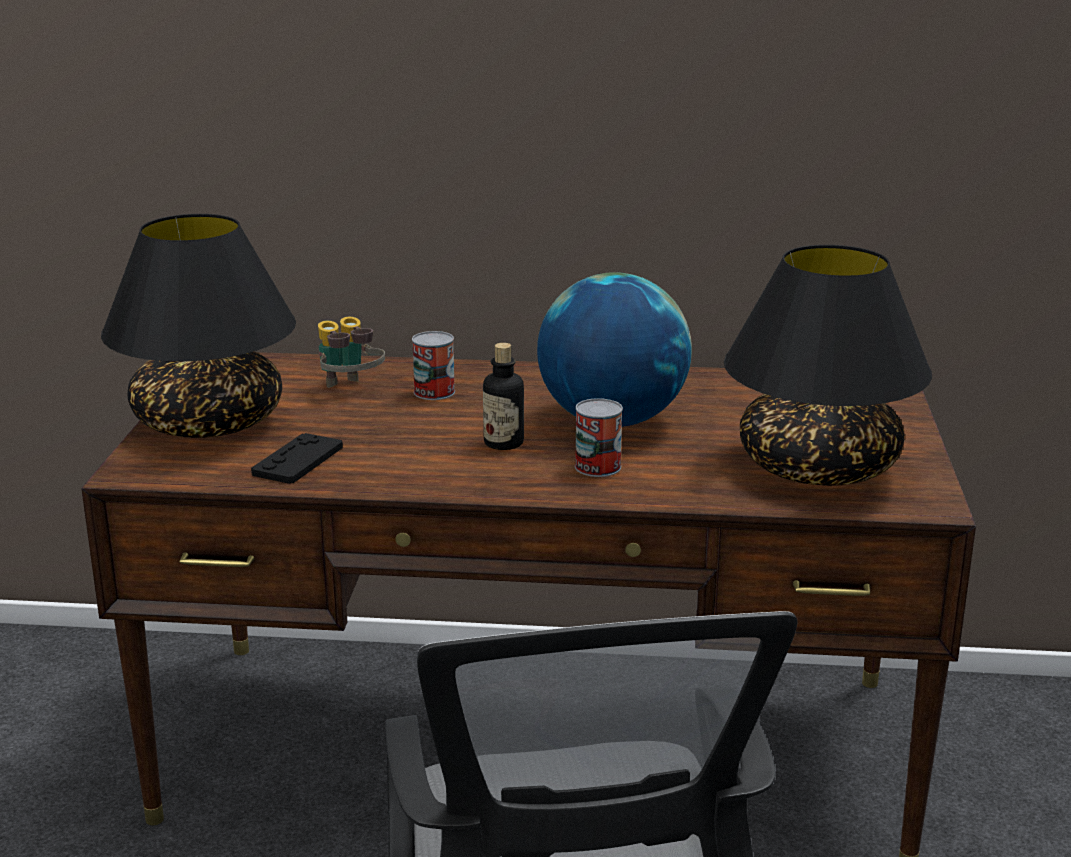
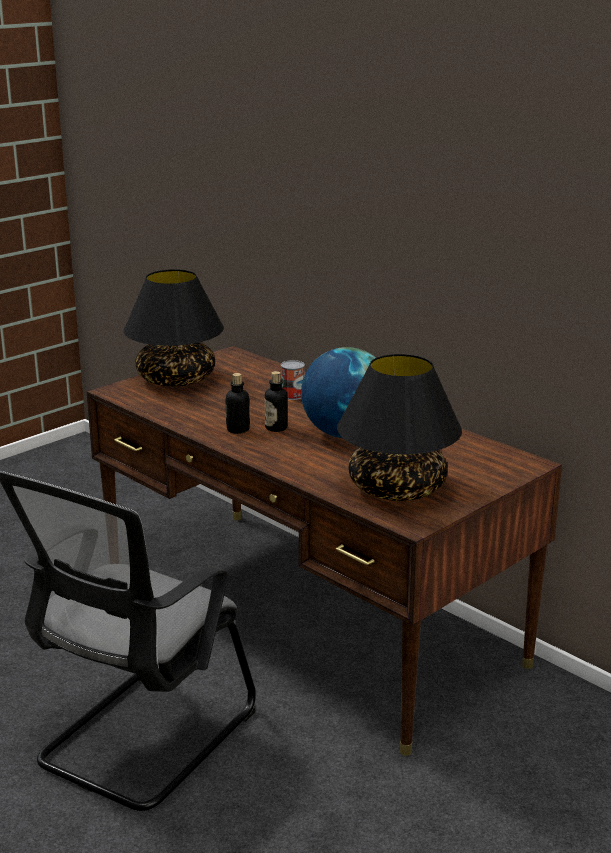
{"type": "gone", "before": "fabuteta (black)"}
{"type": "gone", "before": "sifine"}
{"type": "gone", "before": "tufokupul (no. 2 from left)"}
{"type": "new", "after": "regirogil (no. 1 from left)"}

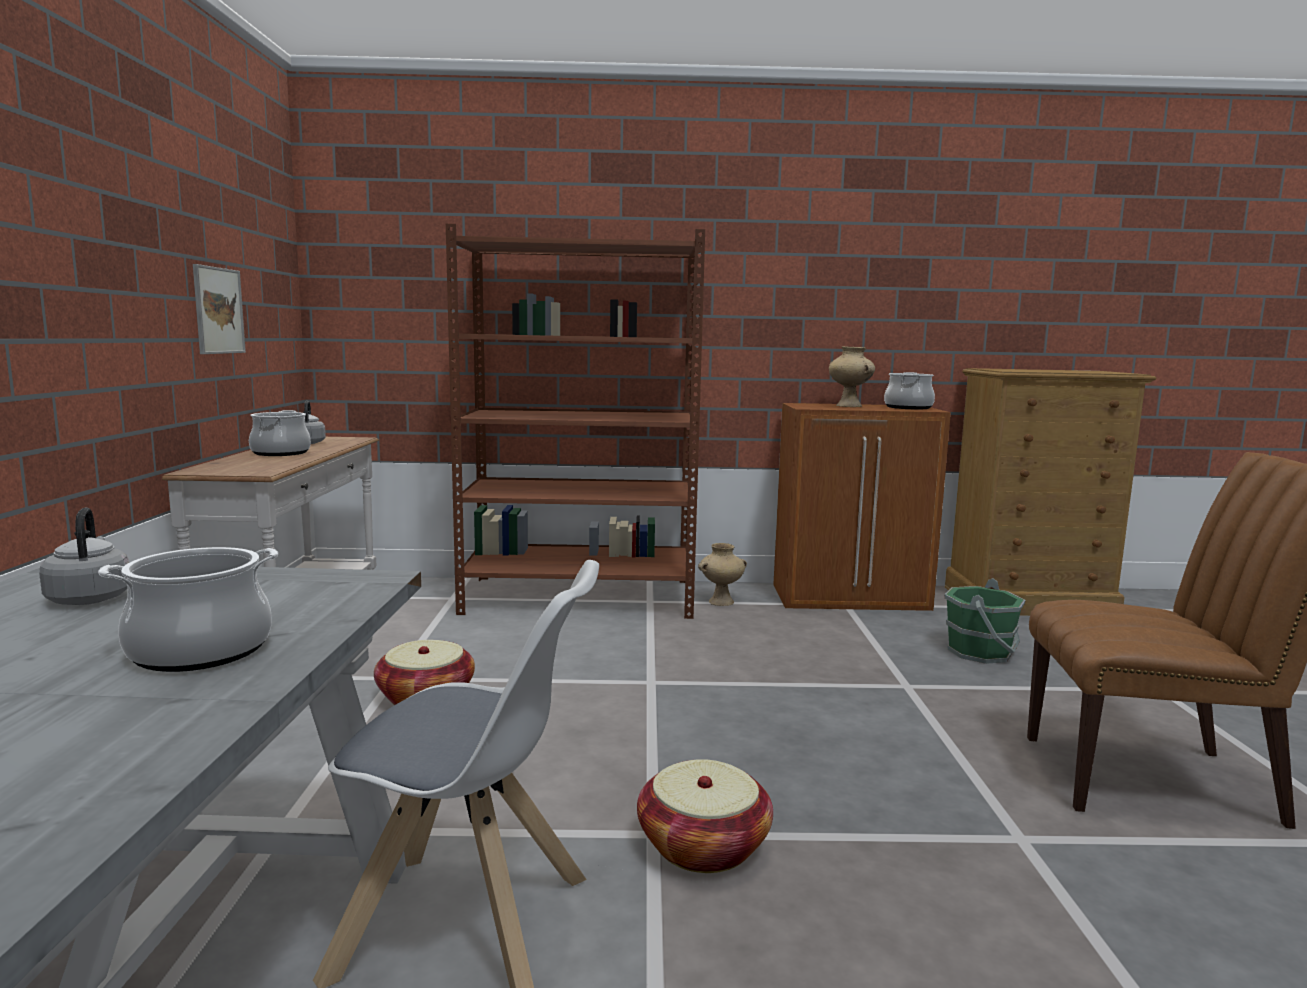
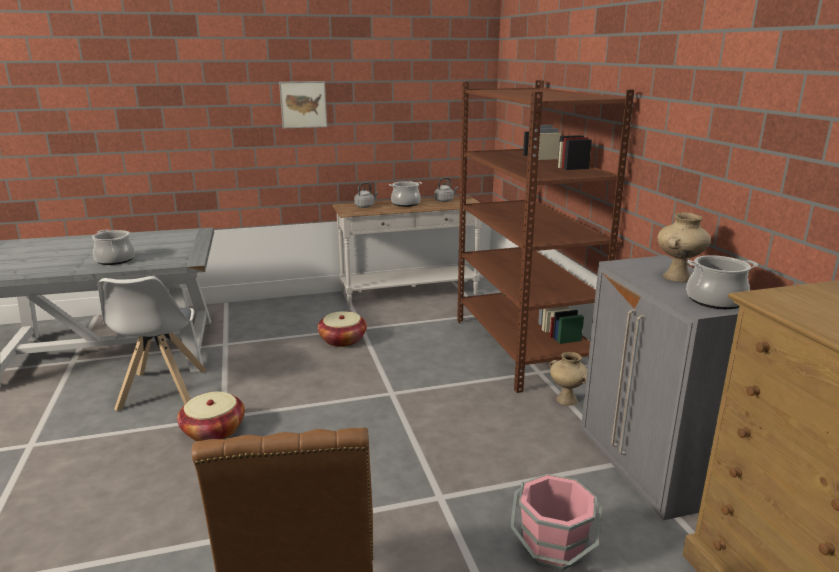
{"type": "shifted", "before": "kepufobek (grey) (no. 1 from left)"}
{"type": "shifted", "before": "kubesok"}
{"type": "repainted", "before": "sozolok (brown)", "after": "sozolok (grey)"}
{"type": "repainted", "before": "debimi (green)", "after": "debimi (pink)"}

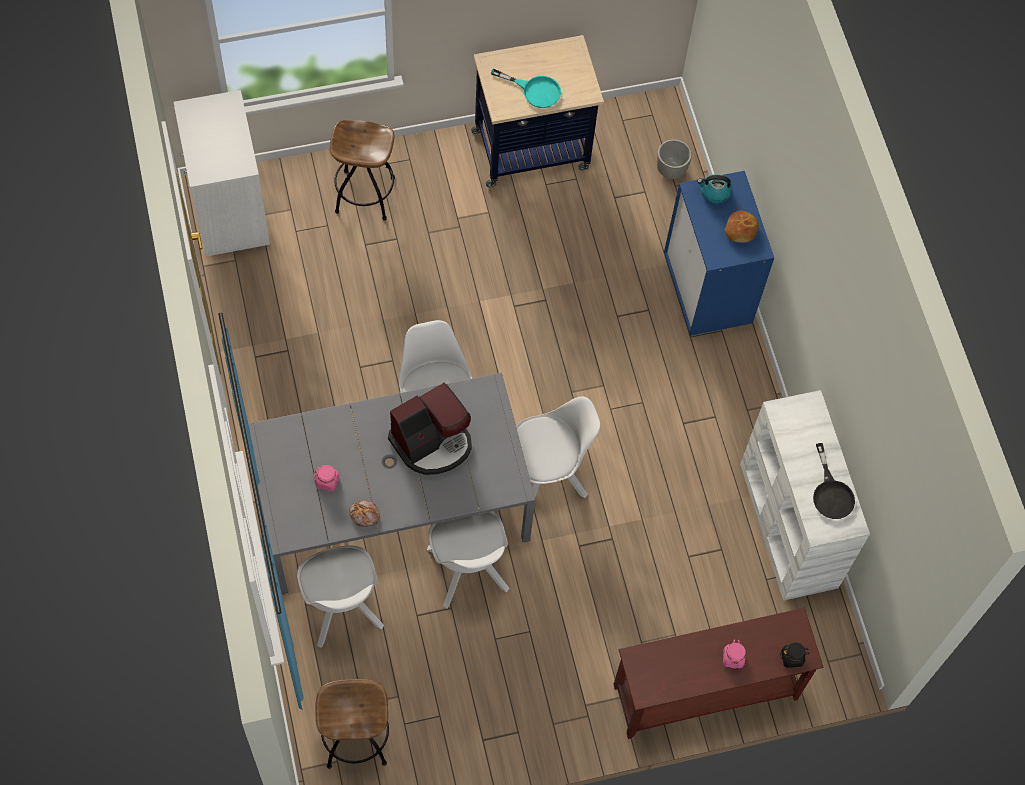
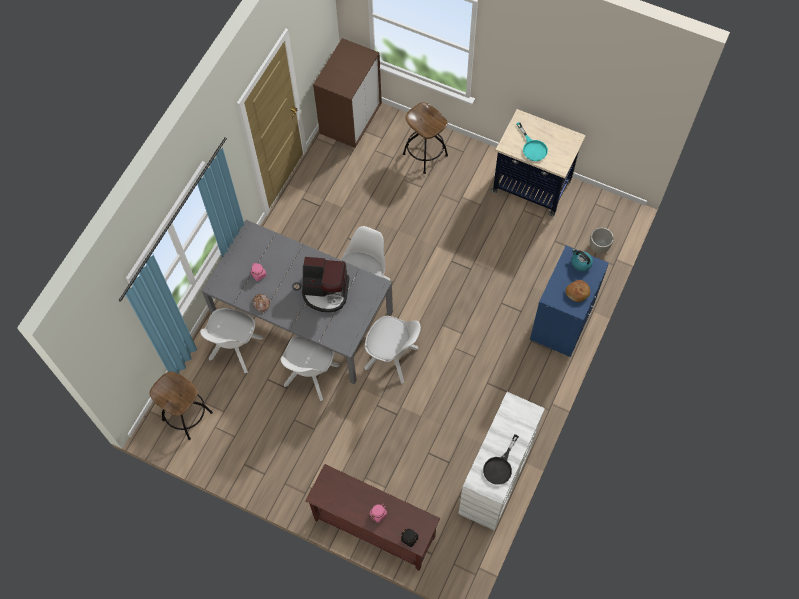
{"type": "repainted", "before": "sozolok (white)", "after": "sozolok (brown)"}

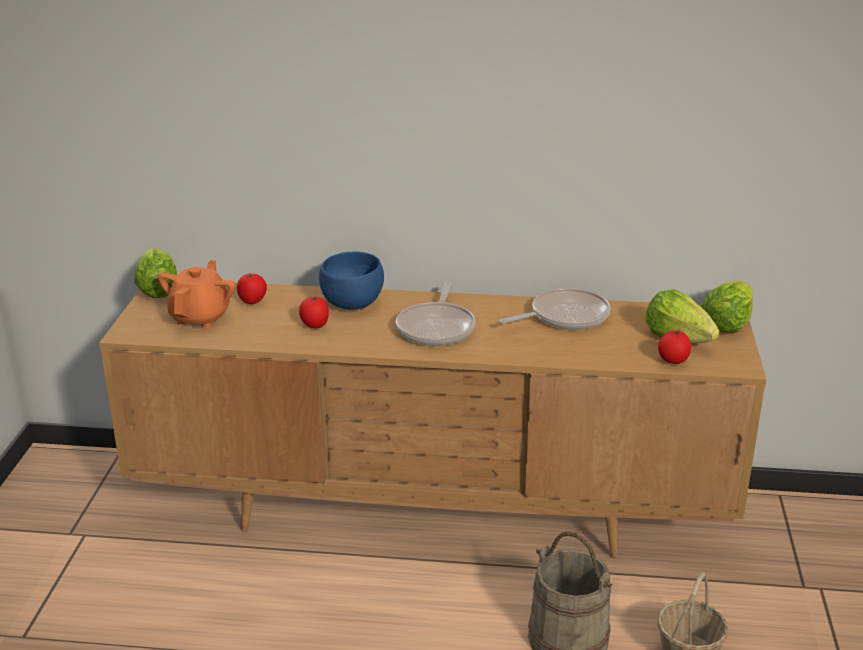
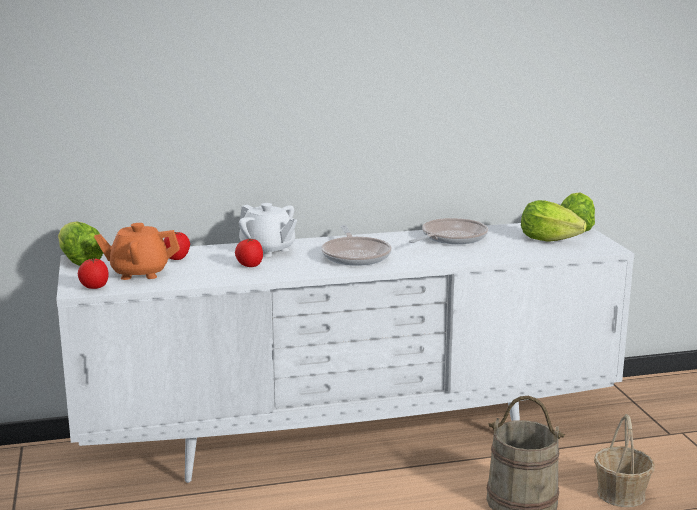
{"type": "shifted", "before": "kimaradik (no. 3 from left in the first image)", "after": "kimaradik (no. 1 from left)"}
{"type": "swapped", "before": "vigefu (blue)", "after": "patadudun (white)"}
{"type": "repainted", "before": "sozolok (brown)", "after": "sozolok (white)"}
{"type": "rotated", "before": "patadudun (orange)", "turn": -90}

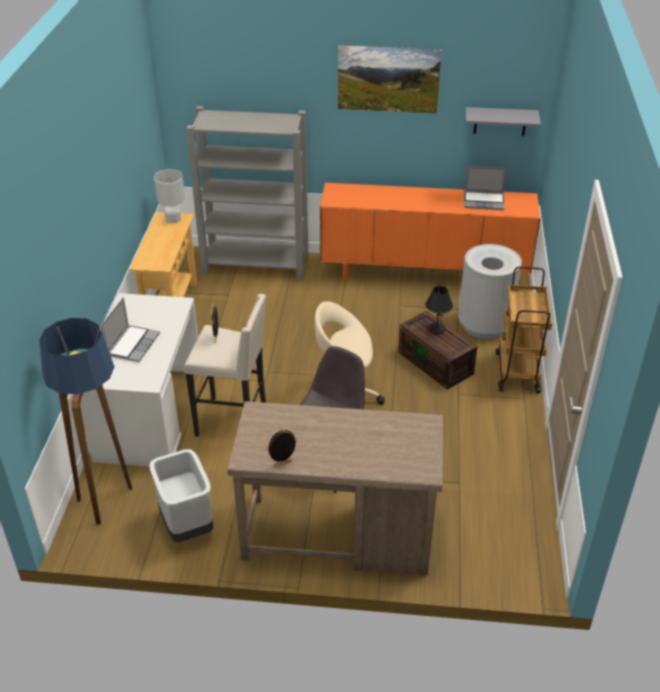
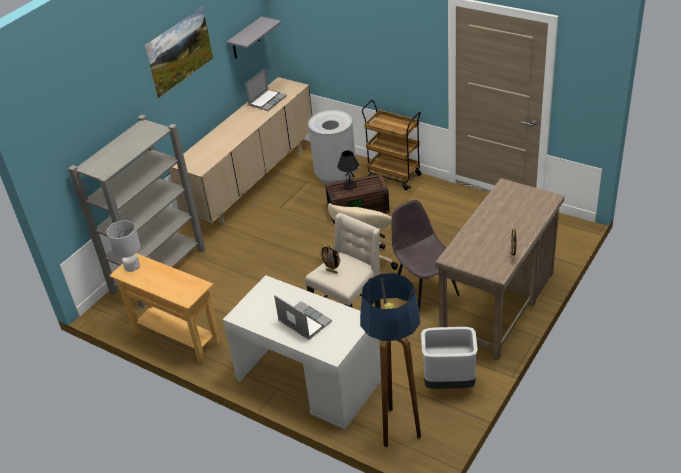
{"type": "repainted", "before": "sozolok (orange)", "after": "sozolok (beige)"}

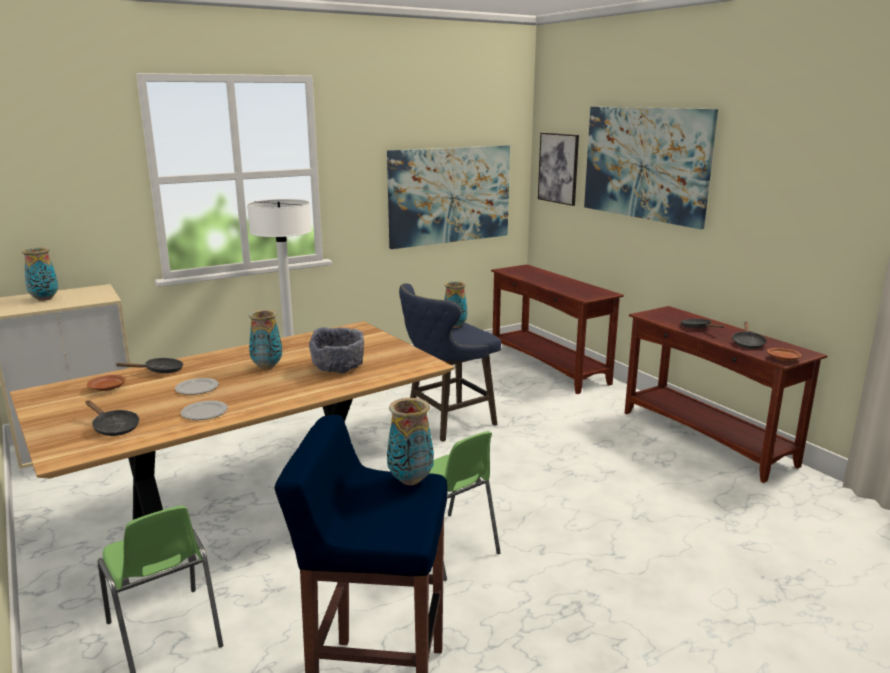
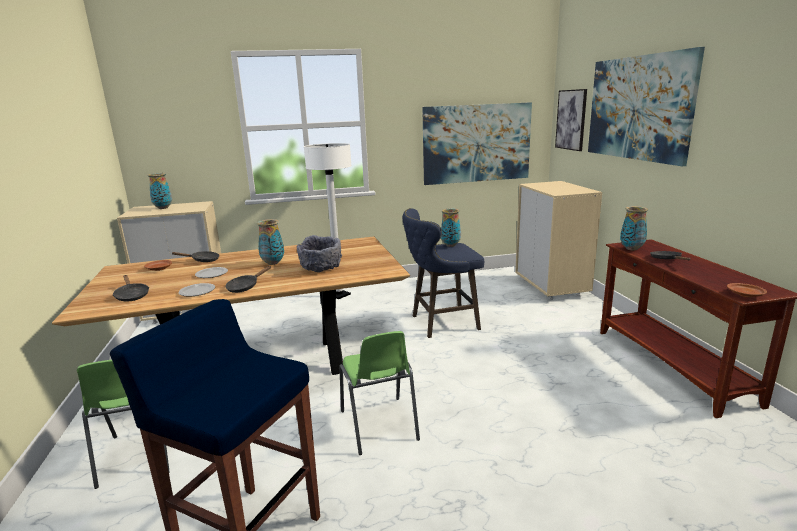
{"type": "shifted", "before": "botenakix (no. 3 from left in the first image)", "after": "botenakix (no. 4 from left)"}
{"type": "shifted", "before": "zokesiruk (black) (no. 4 from left in the first image)", "after": "zokesiruk (black) (no. 3 from left)"}
{"type": "swapped", "before": "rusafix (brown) (no. 1 from left)", "after": "sozolok (beige) (no. 2 from left)"}

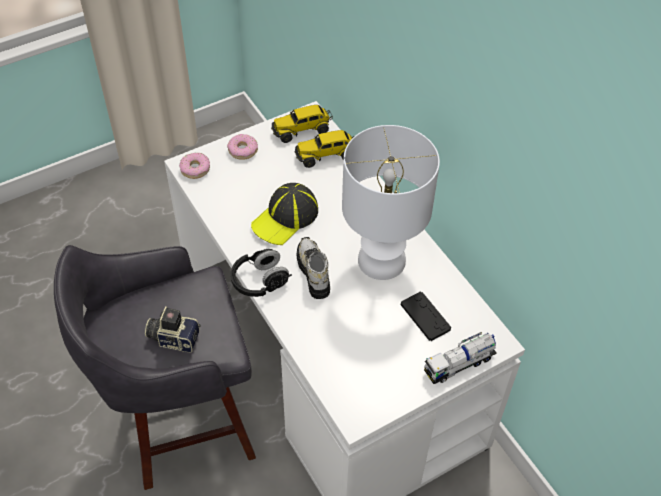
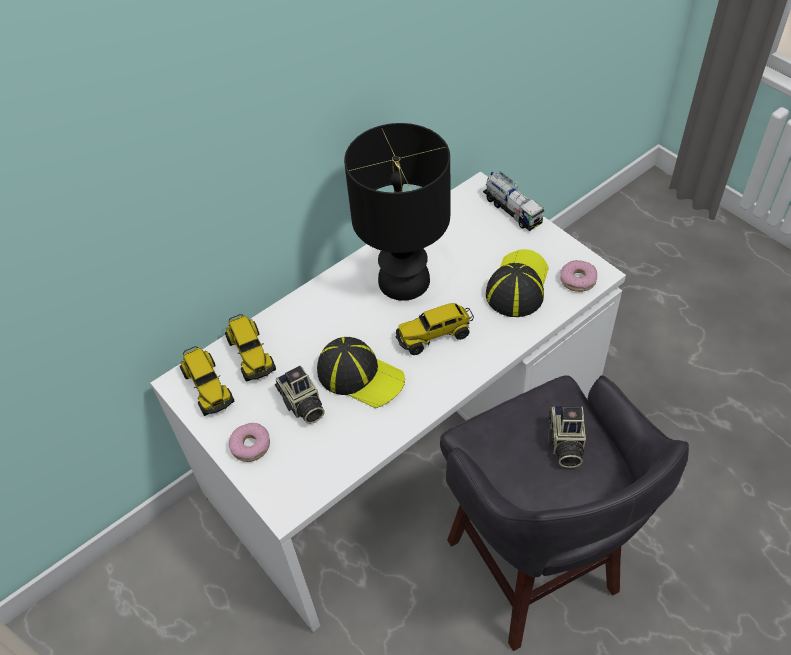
{"type": "gone", "before": "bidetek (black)"}
{"type": "gone", "before": "fabuteta (black)"}
{"type": "new", "after": "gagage (no. 1 from left)"}
{"type": "new", "after": "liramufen (no. 2 from left)"}
{"type": "shifted", "before": "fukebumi (no. 1 from left in the first image)", "after": "fukebumi (no. 2 from left)"}
{"type": "swapped", "before": "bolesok", "after": "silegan (no. 3 from left)"}
{"type": "repainted", "before": "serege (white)", "after": "serege (black)"}

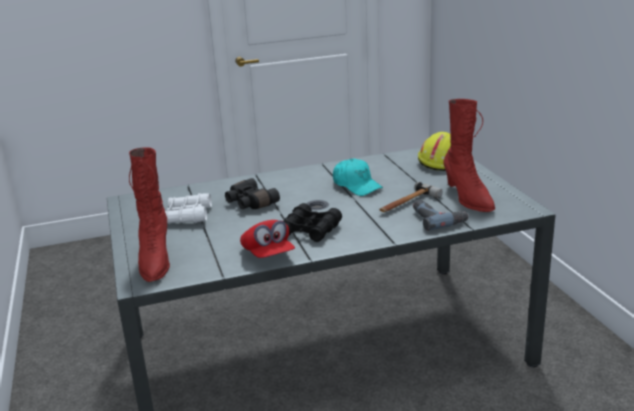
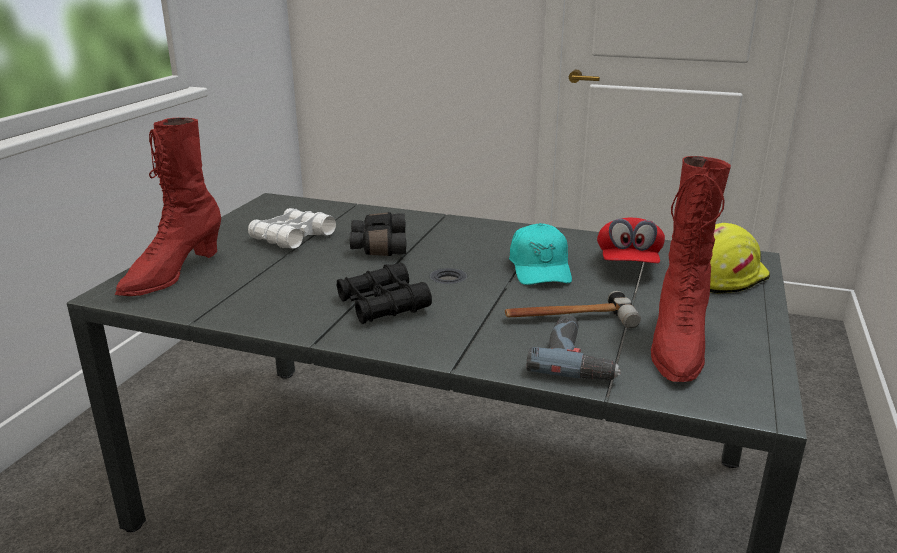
{"type": "shifted", "before": "liramufen (red)"}

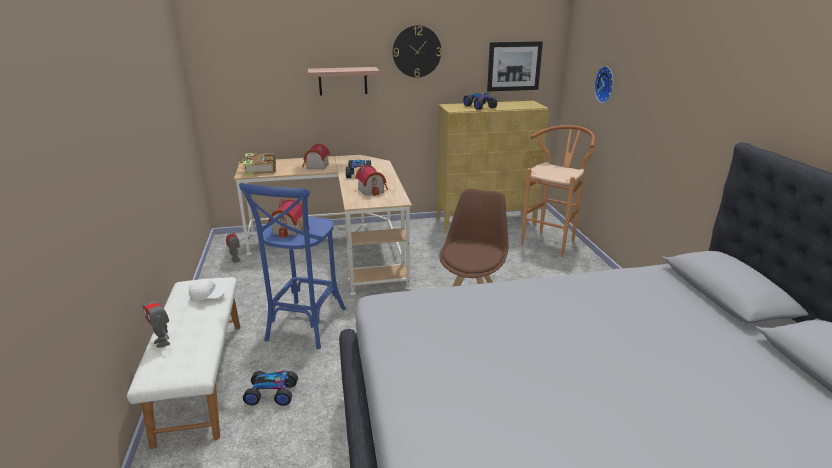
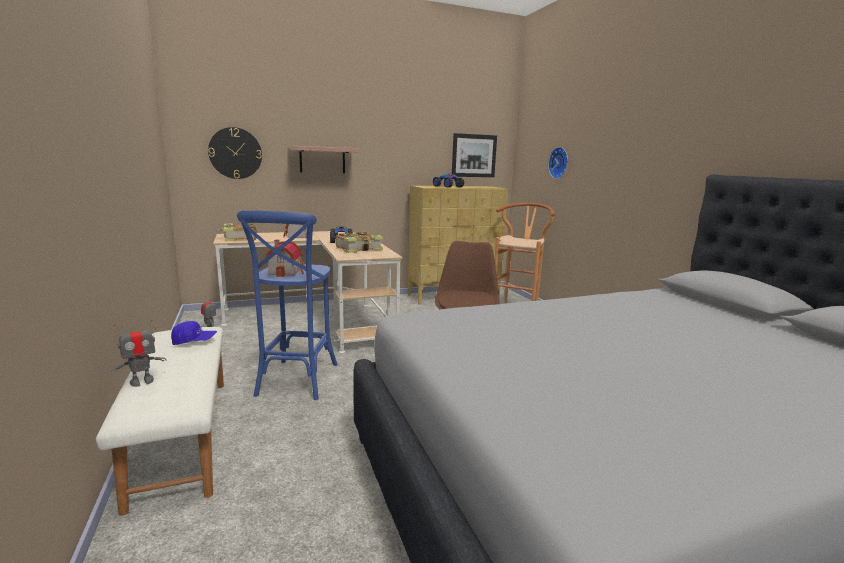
{"type": "gone", "before": "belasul (no. 1 from left)"}
{"type": "shifted", "before": "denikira (no. 1 from left)"}
{"type": "swapped", "before": "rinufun (no. 3 from left)", "after": "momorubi (no. 2 from left)"}
{"type": "repainted", "before": "liramufen (white)", "after": "liramufen (blue)"}
{"type": "rotated", "before": "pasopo (no. 1 from left)", "turn": -75}

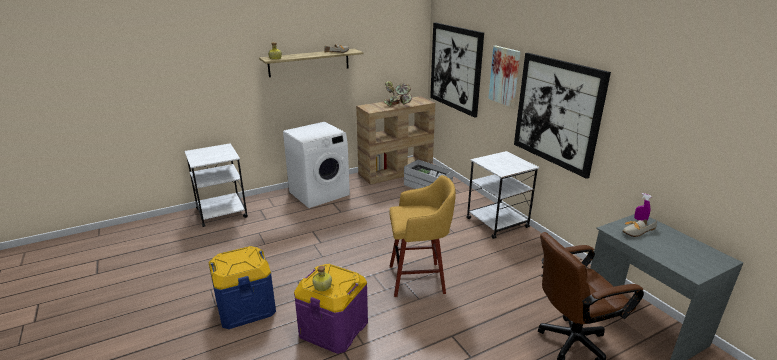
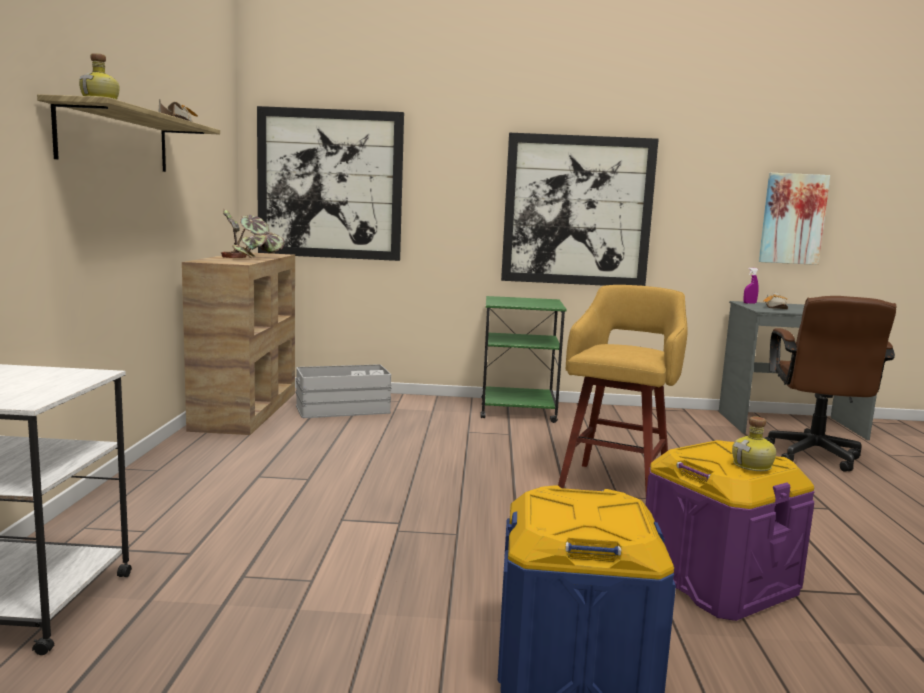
{"type": "gone", "before": "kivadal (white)"}
{"type": "shifted", "before": "kubesok (no. 2 from left in the first image)", "after": "kubesok (no. 3 from left)"}
{"type": "repainted", "before": "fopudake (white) (no. 2 from left)", "after": "fopudake (green)"}

